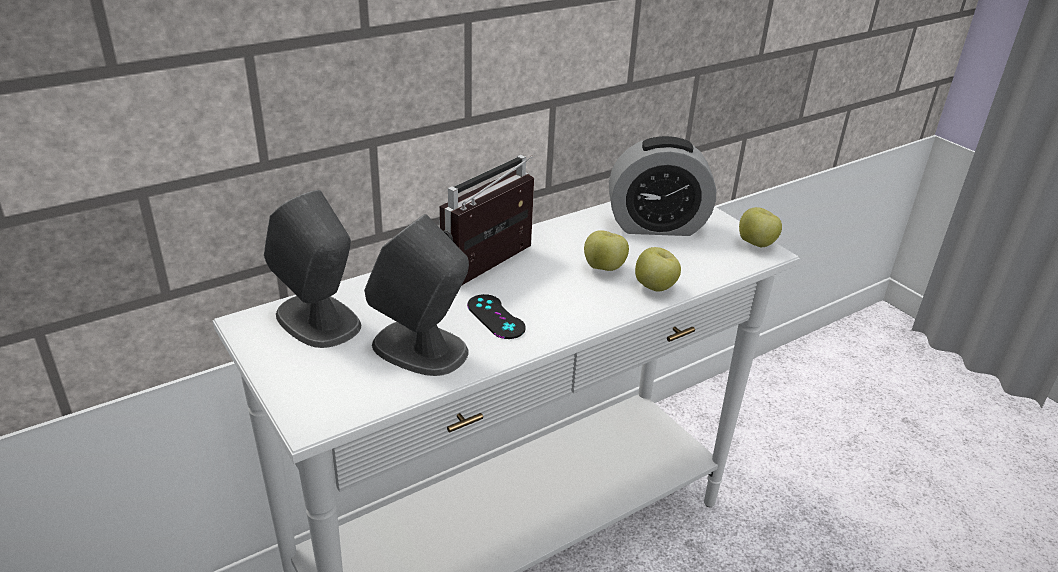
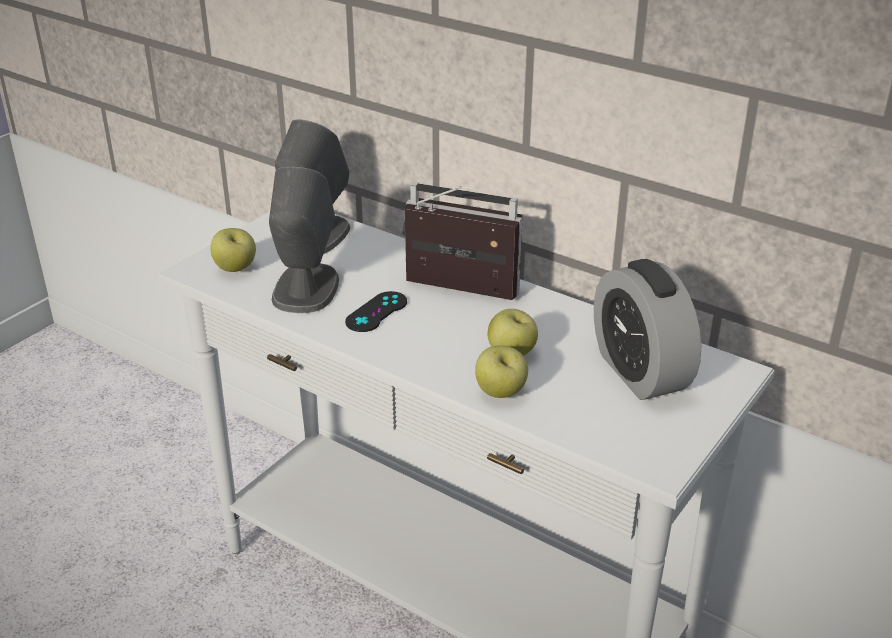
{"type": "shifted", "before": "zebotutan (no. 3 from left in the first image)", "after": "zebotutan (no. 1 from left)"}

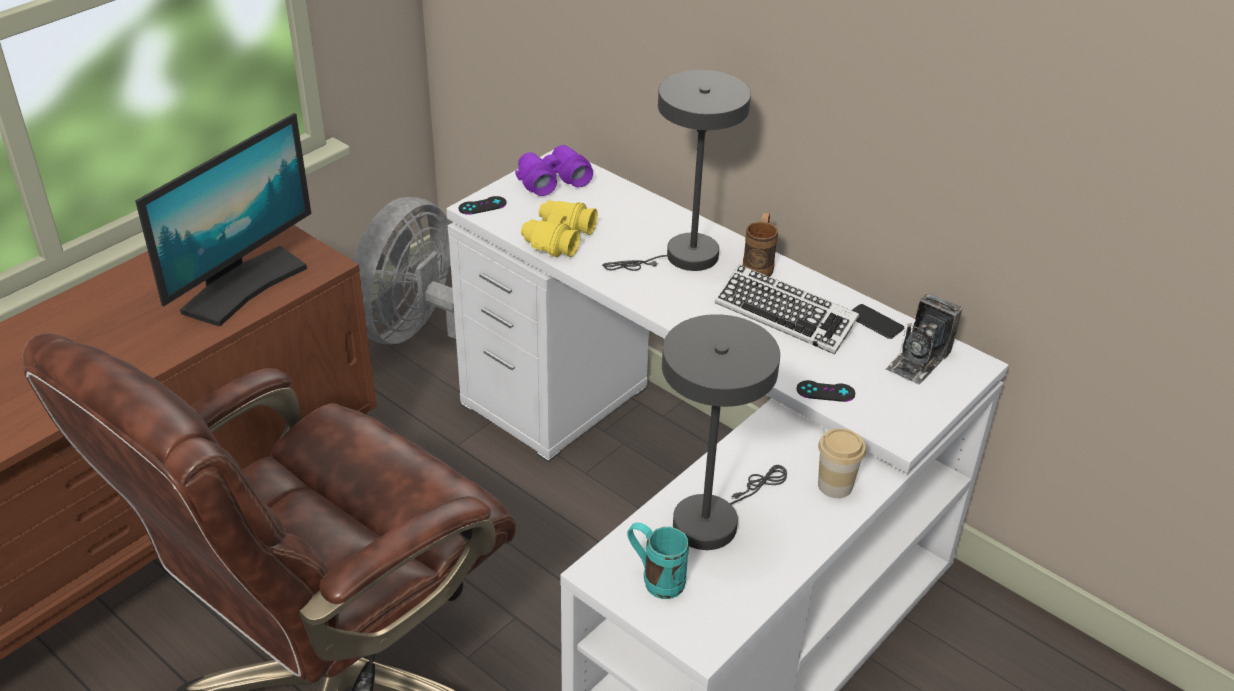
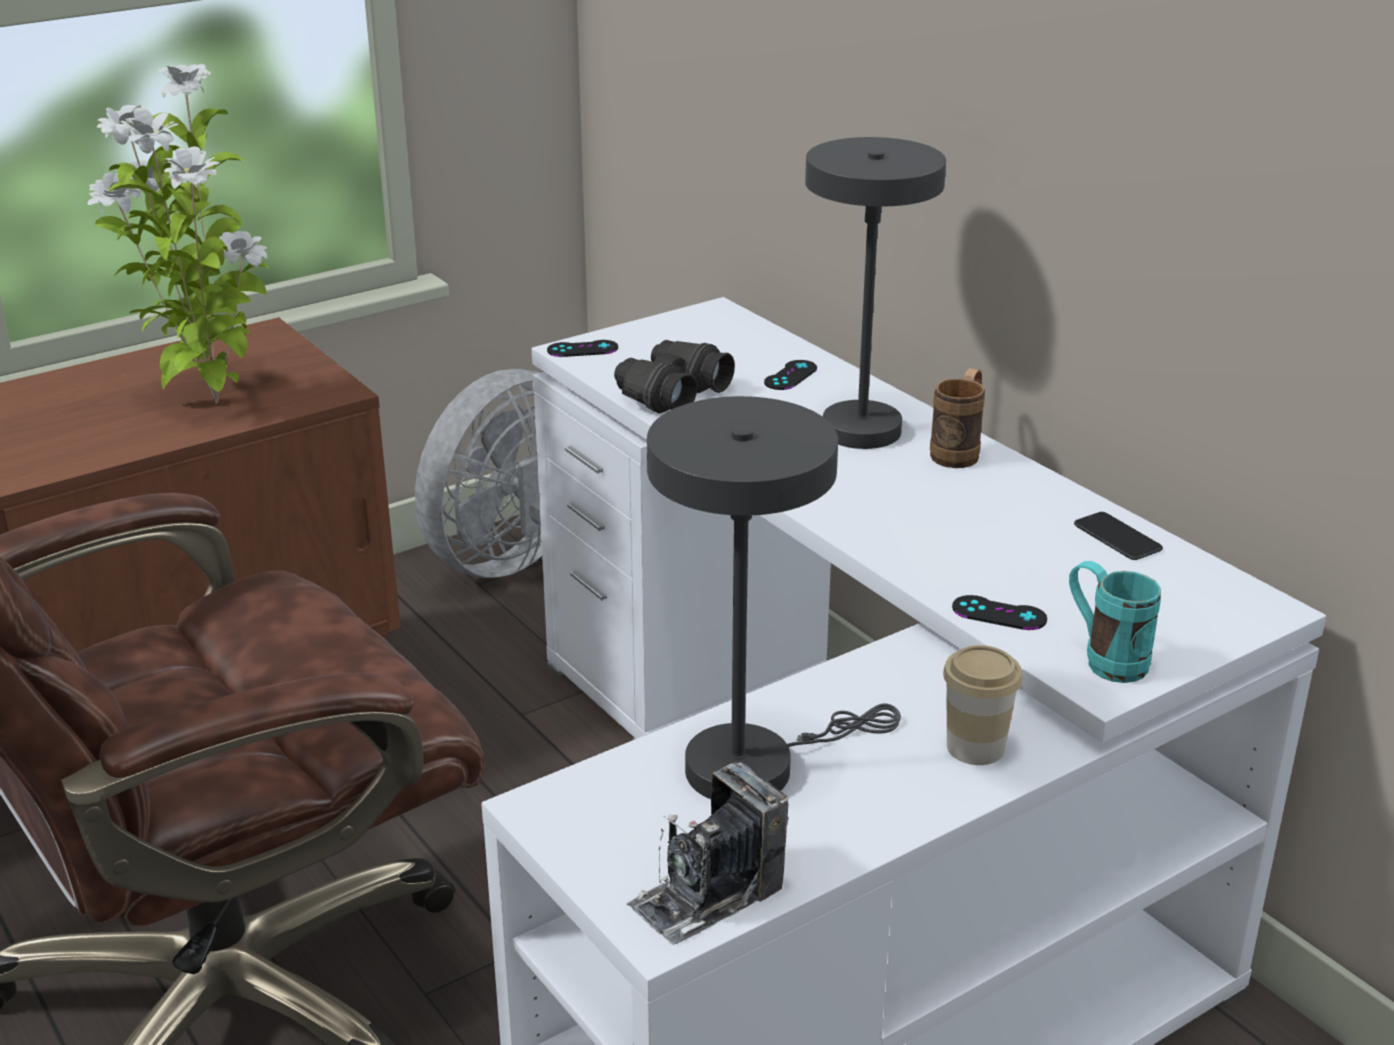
{"type": "gone", "before": "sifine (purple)"}
{"type": "gone", "before": "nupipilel"}
{"type": "new", "after": "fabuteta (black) (no. 2 from left)"}
{"type": "shifted", "before": "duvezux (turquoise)"}
{"type": "shifted", "before": "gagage"}
{"type": "swapped", "before": "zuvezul", "after": "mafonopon"}
{"type": "repainted", "before": "sifine (yellow)", "after": "sifine (black)"}

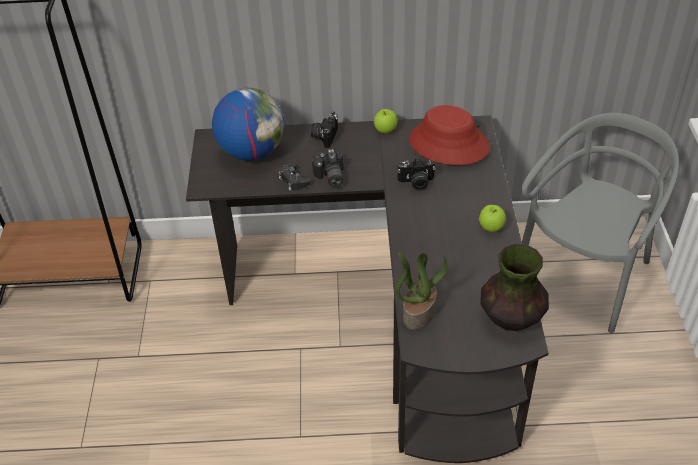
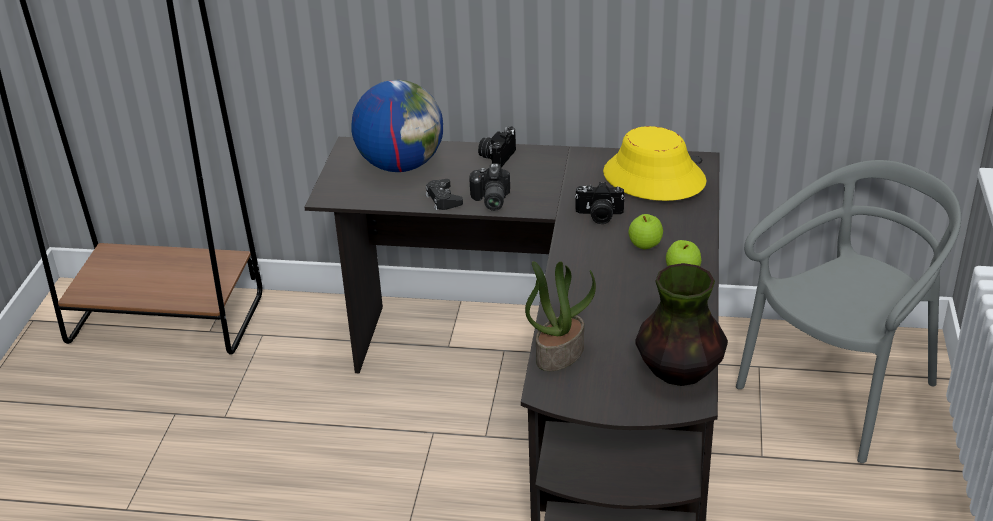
{"type": "shifted", "before": "zebotutan (no. 1 from left)"}
{"type": "repainted", "before": "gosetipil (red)", "after": "gosetipil (yellow)"}

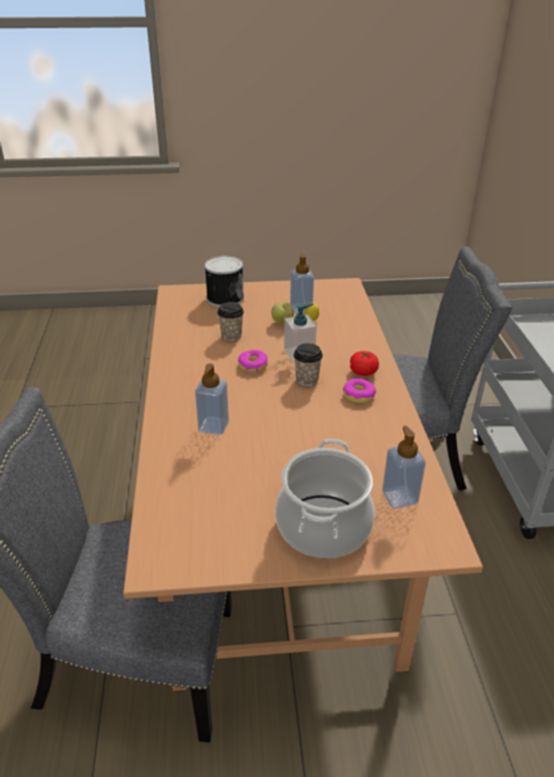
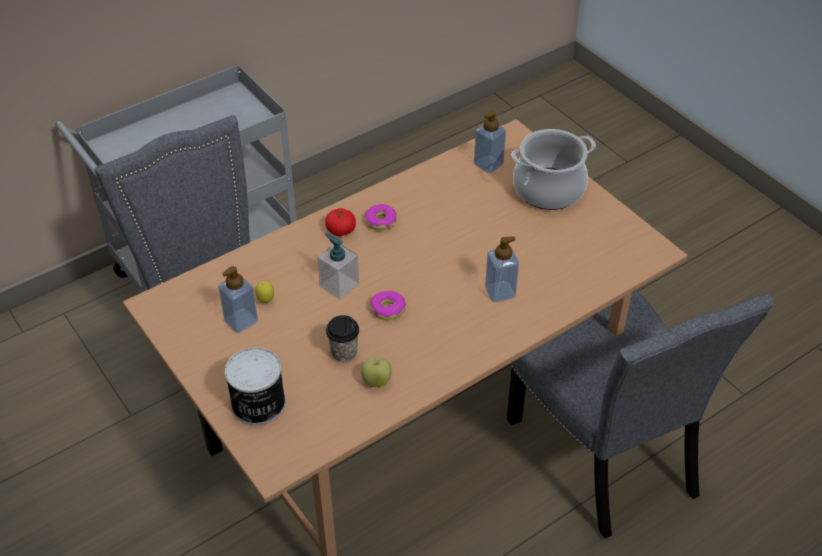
{"type": "gone", "before": "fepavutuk (no. 2 from left)"}
{"type": "shifted", "before": "zebotutan"}

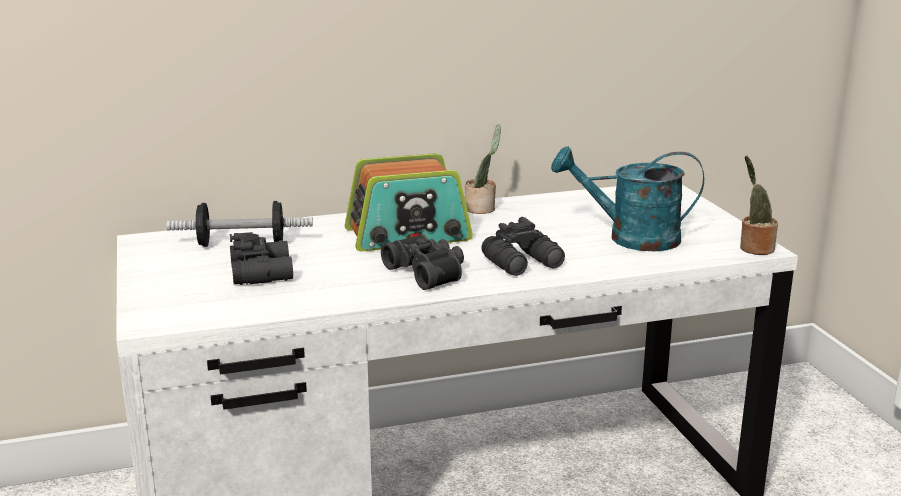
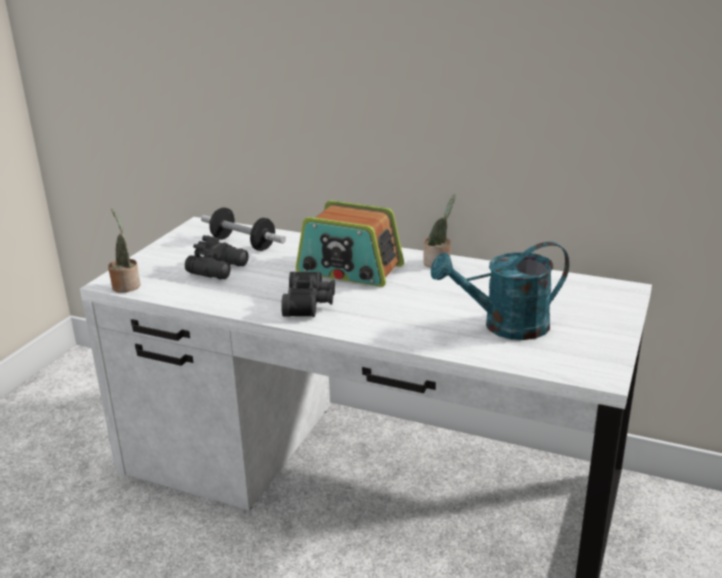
{"type": "gone", "before": "sifine (black) (no. 3 from left)"}
{"type": "shifted", "before": "mafonopon (no. 2 from left in the first image)", "after": "mafonopon (no. 1 from left)"}
{"type": "rotated", "before": "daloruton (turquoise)", "turn": -60}

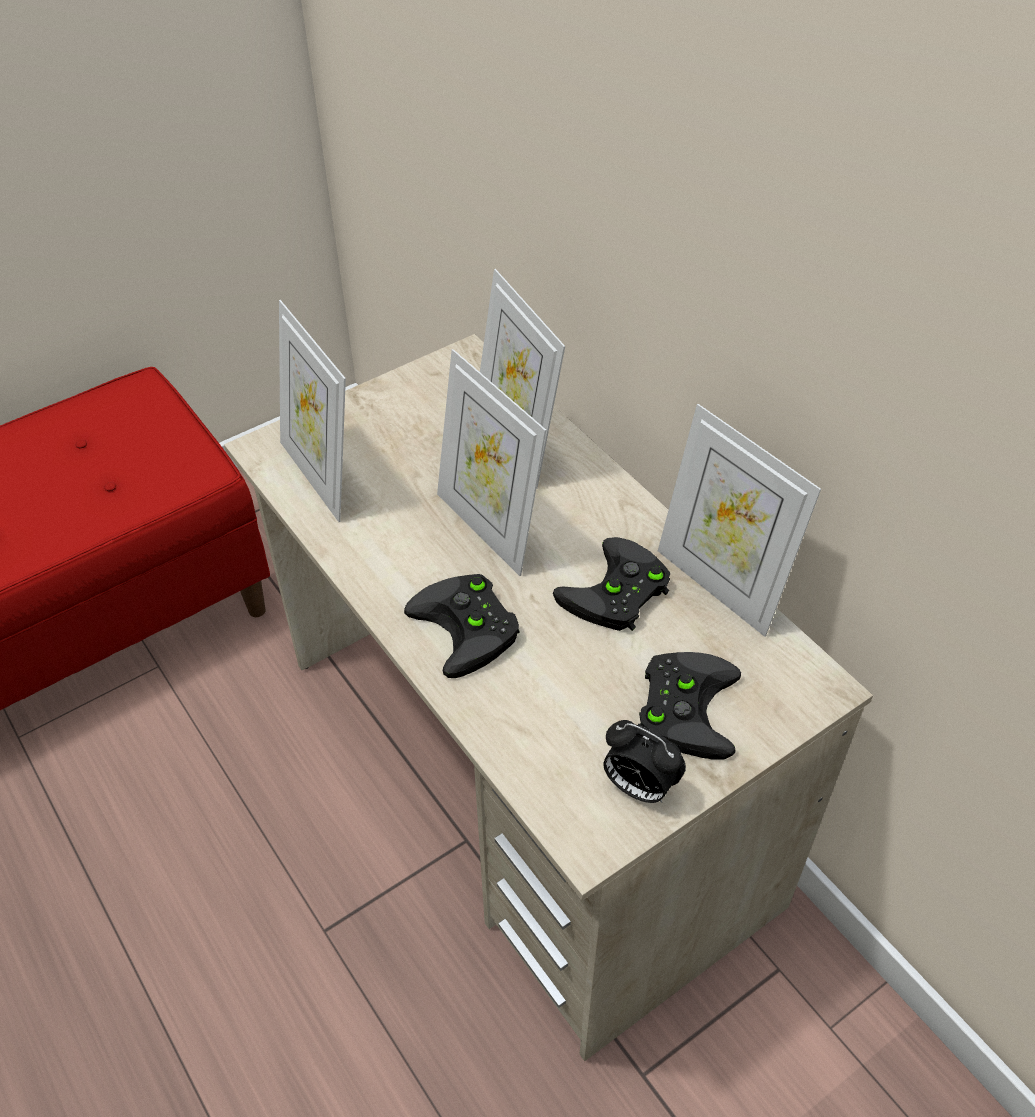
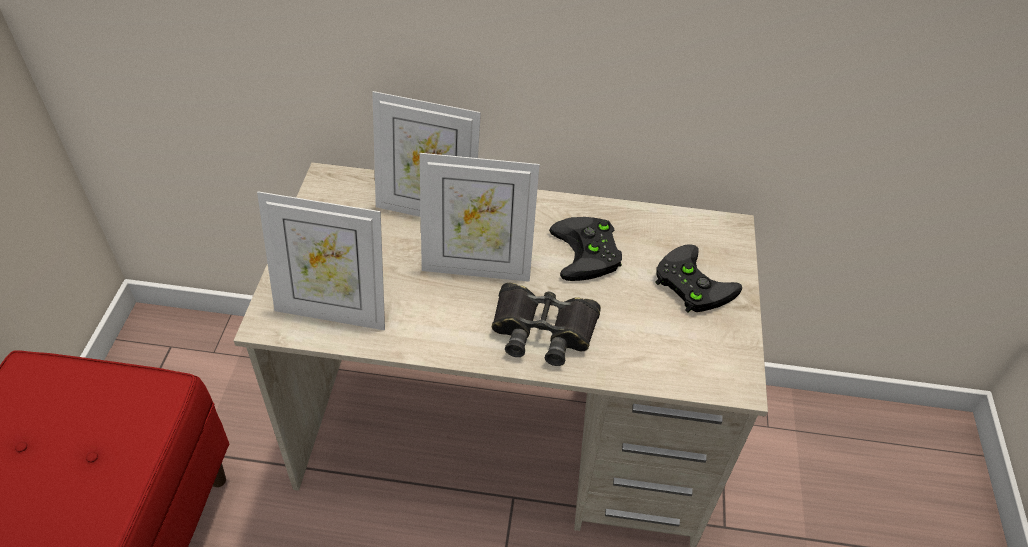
{"type": "gone", "before": "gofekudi"}
{"type": "gone", "before": "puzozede (no. 4 from left)"}
{"type": "swapped", "before": "fabuteta (black) (no. 1 from left)", "after": "sifine (black)"}

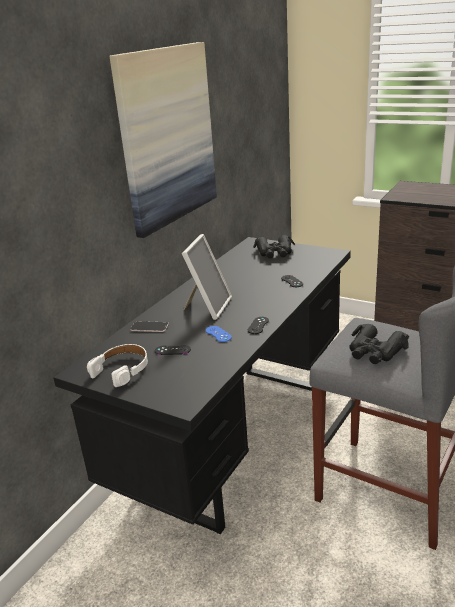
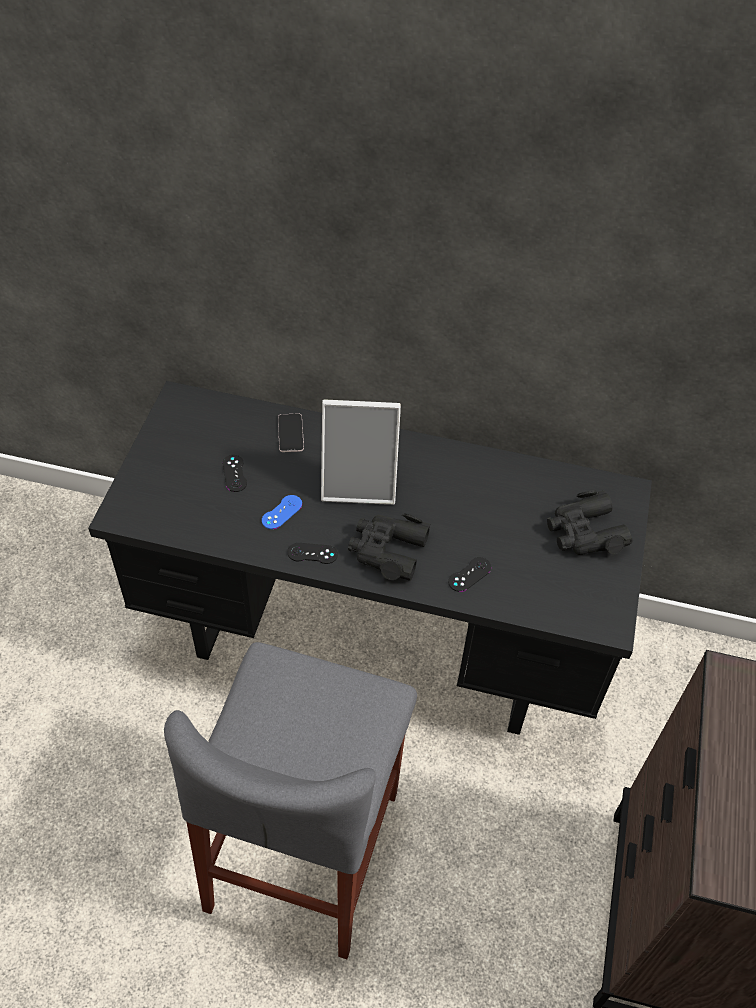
{"type": "gone", "before": "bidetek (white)"}
{"type": "gone", "before": "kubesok"}
{"type": "shifted", "before": "sifine (black) (no. 2 from left in the first image)", "after": "sifine (black) (no. 1 from left)"}

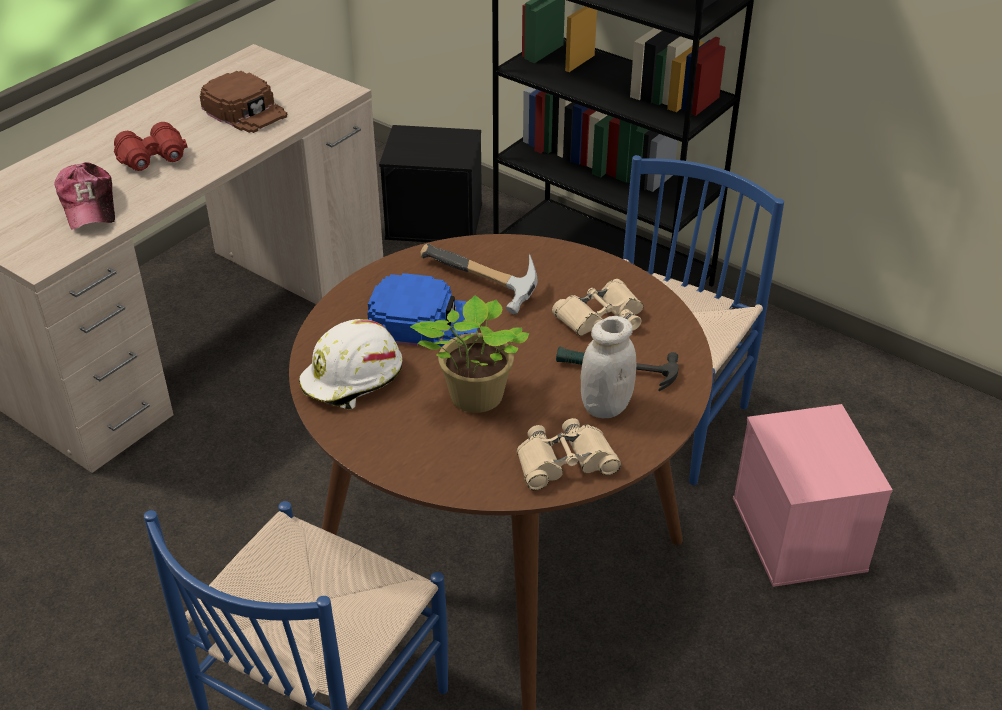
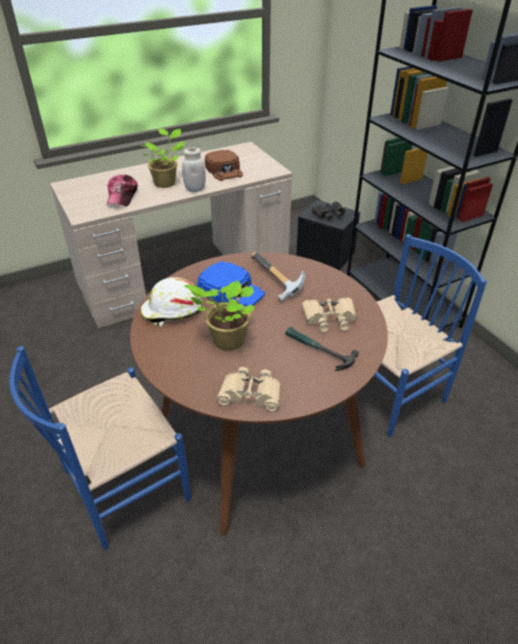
{"type": "gone", "before": "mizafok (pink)"}
{"type": "new", "after": "sifine (black)"}
{"type": "shifted", "before": "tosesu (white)"}
{"type": "swapped", "before": "sifine (red)", "after": "mafonopon (no. 1 from left)"}

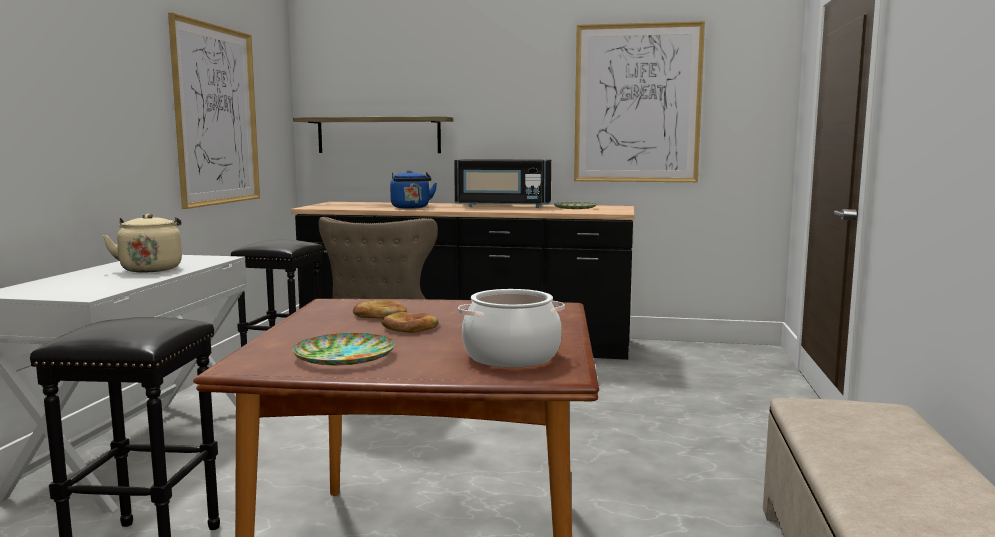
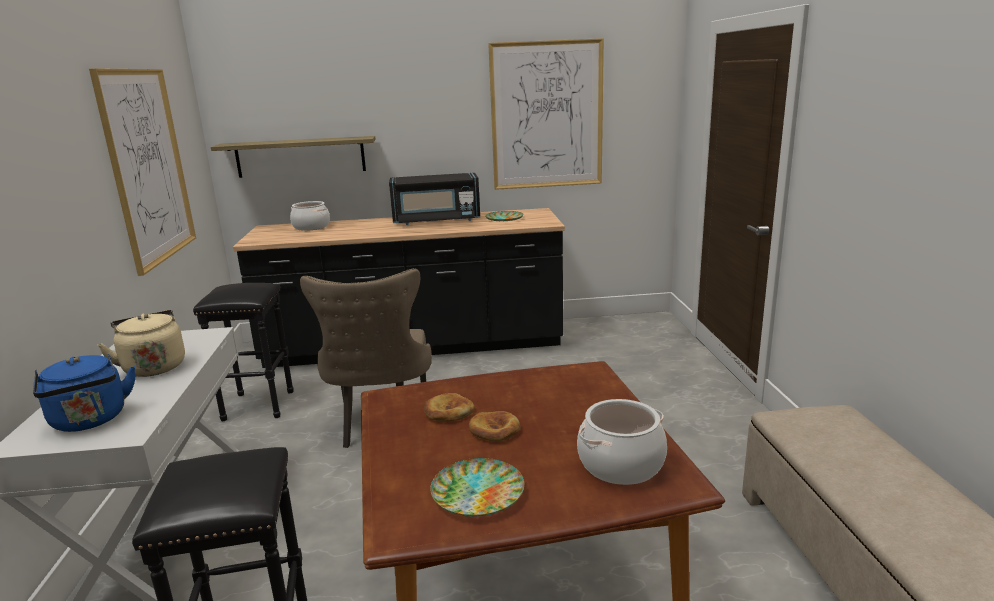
{"type": "new", "after": "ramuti (no. 1 from left)"}
{"type": "shifted", "before": "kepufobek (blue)"}

